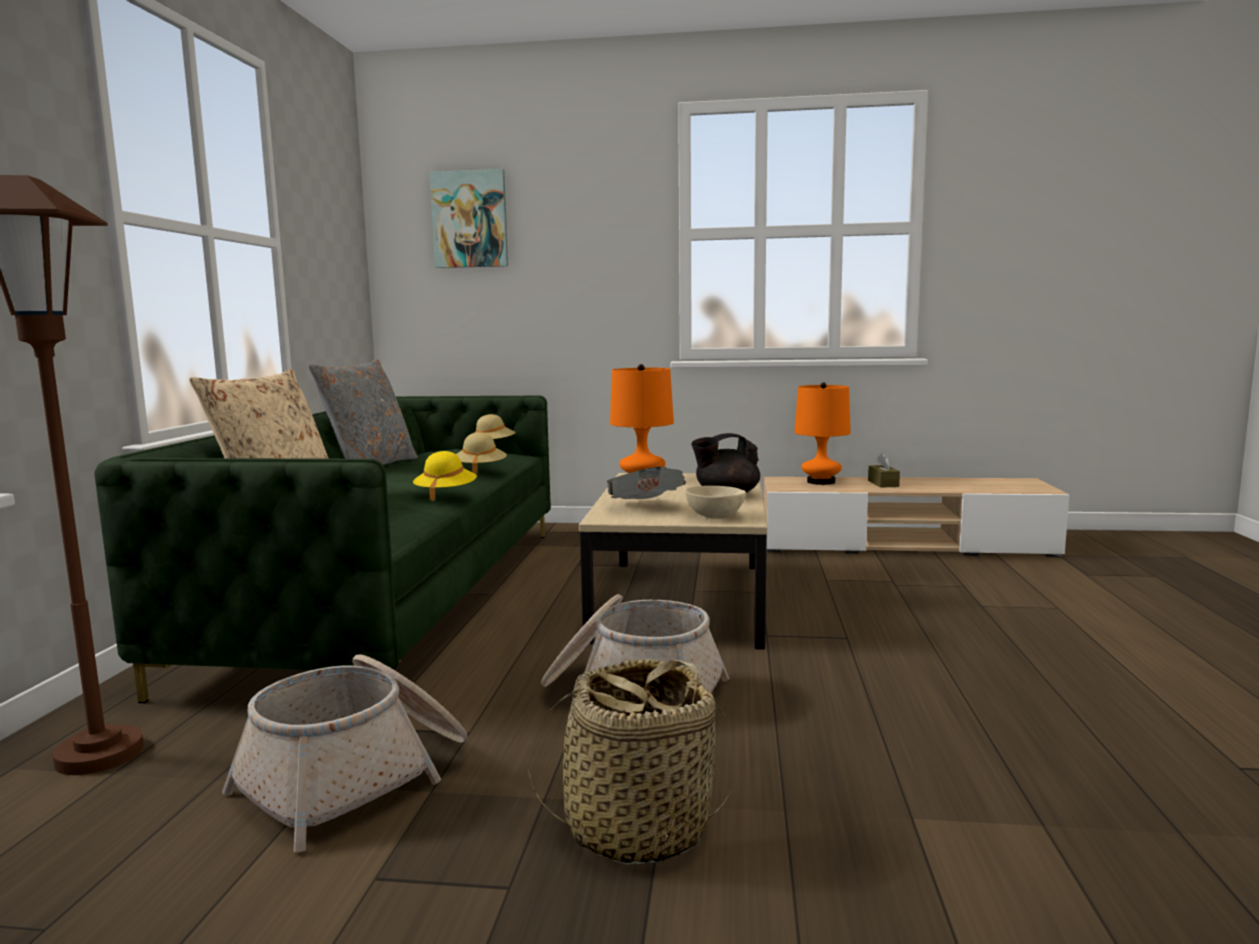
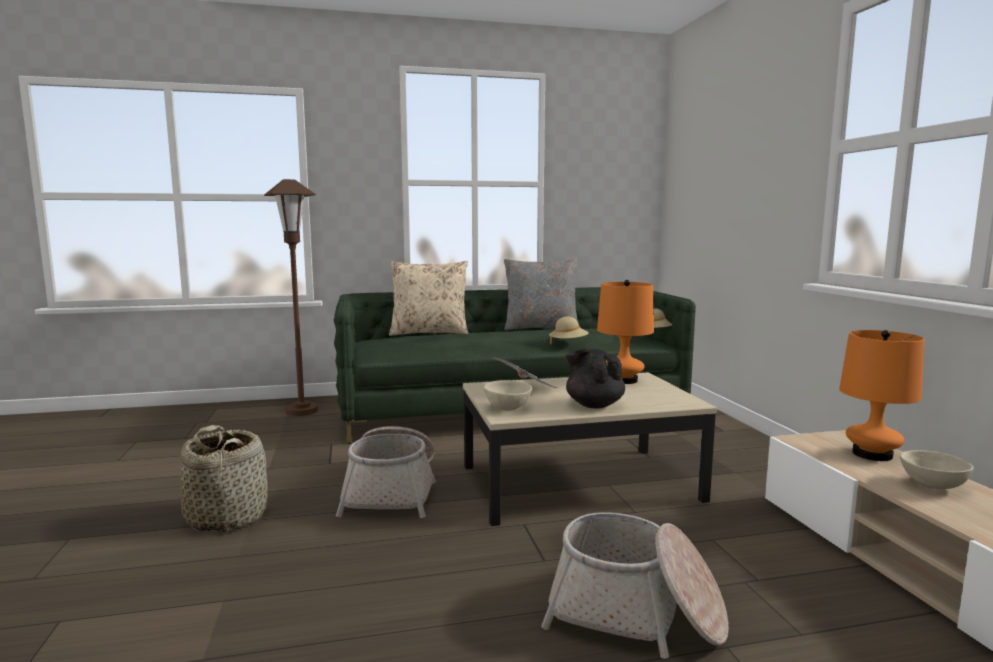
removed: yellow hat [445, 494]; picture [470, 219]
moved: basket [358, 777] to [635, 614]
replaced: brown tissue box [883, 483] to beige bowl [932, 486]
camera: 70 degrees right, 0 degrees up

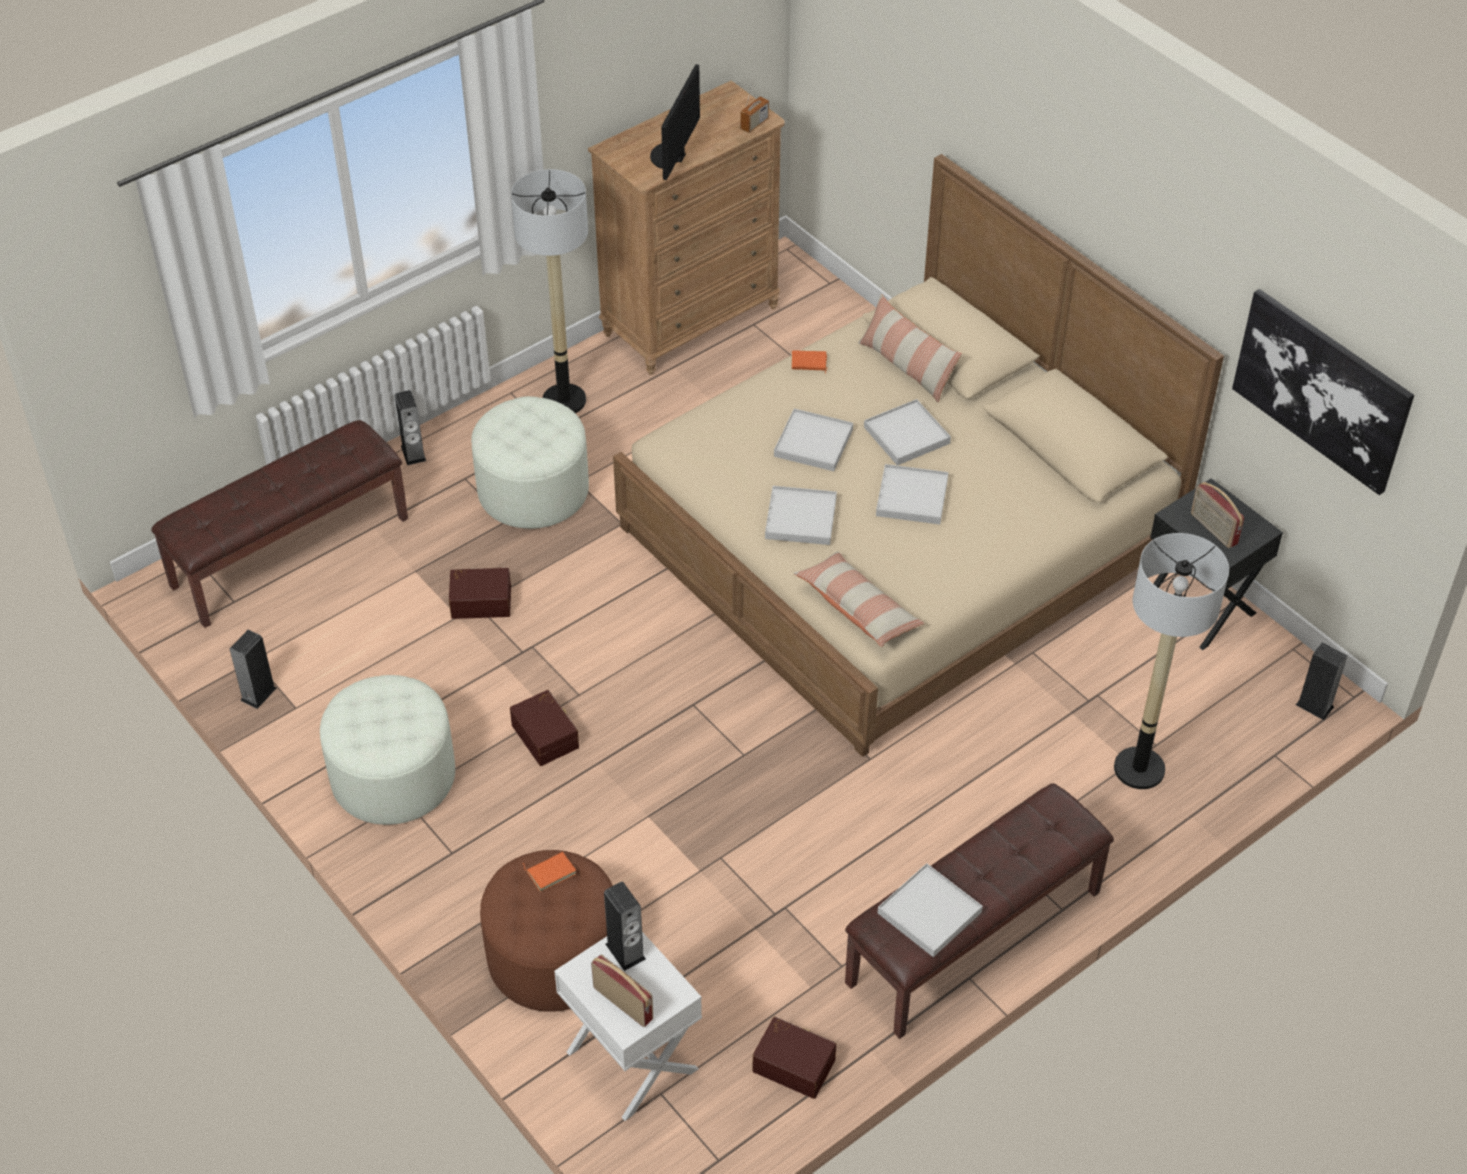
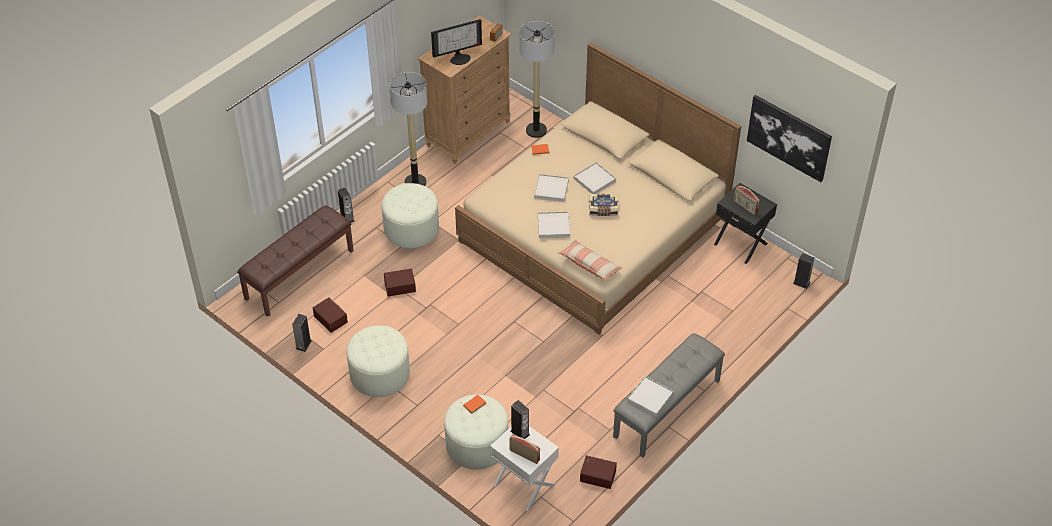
removed: pillow [907, 366]
moved: brown storage box [546, 735] to [331, 318]; floor lamp [1139, 769] to [536, 130]
replaced: white tray [911, 497] to book [603, 209]
recoloured: brown ottoman [554, 956] to white ottoman [477, 444]; brown bench [975, 938] to grey bench [667, 409]
turned: monitor [671, 156] = [459, 58] 120 degrees counterclockwise
camera: 10 degrees left, 0 degrees up

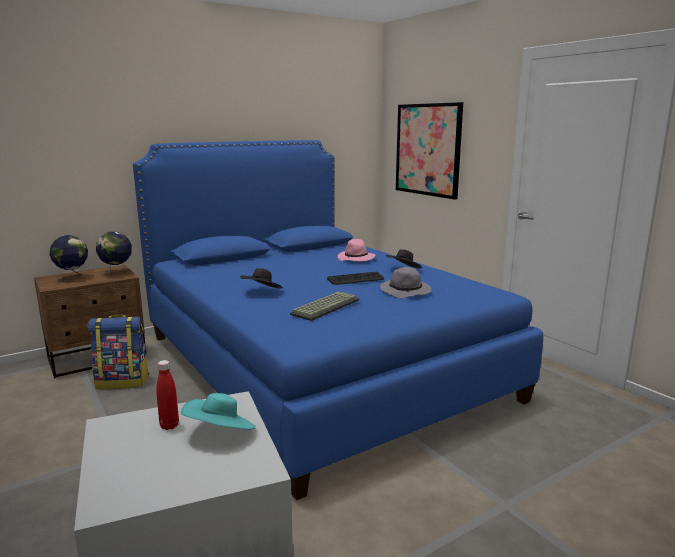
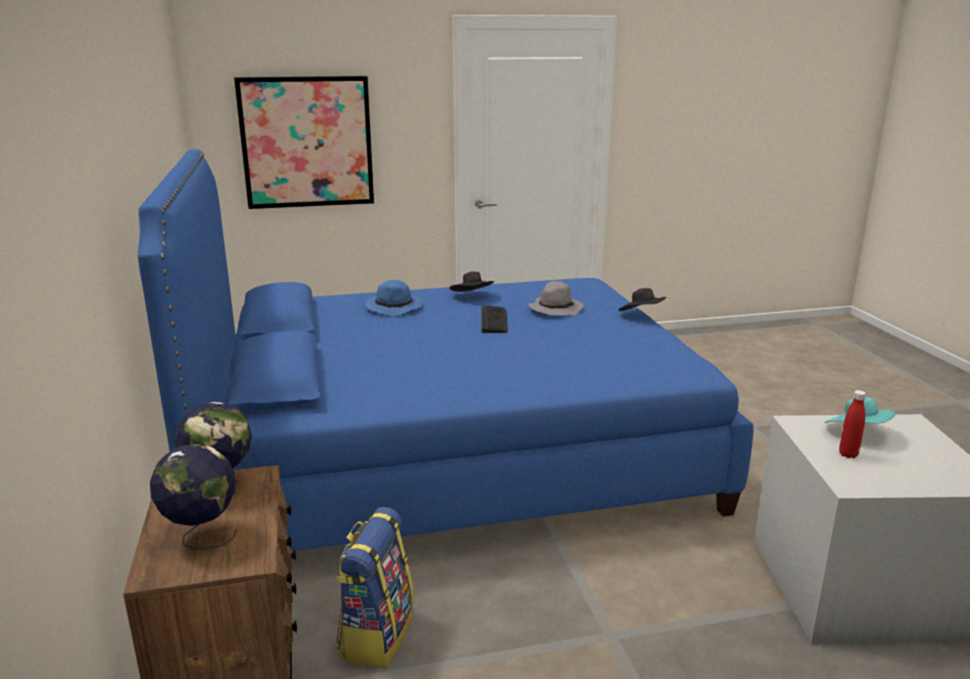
removed: keyboard [325, 306]
moved: black hat [262, 292] to [642, 315]
recoloured: pink hat [356, 259] to blue hat [395, 308]
camera: 70 degrees left, 5 degrees up

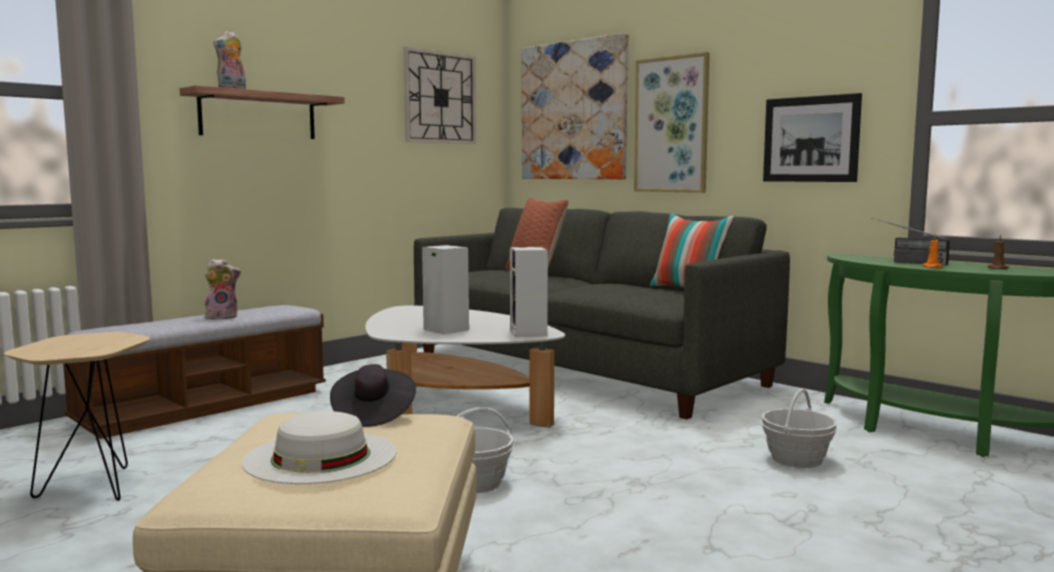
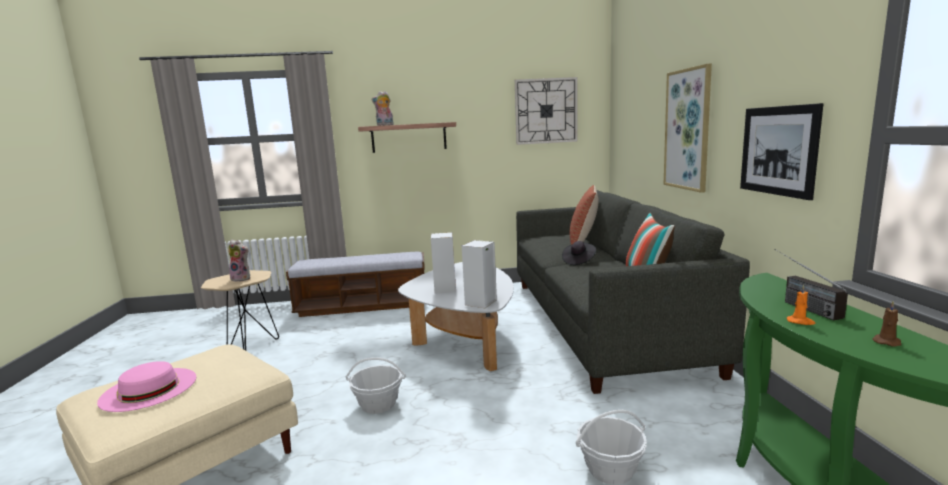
removed: picture [573, 111]
moved: plush toy [222, 317] to [242, 279]; black hat [372, 415] to [578, 261]
recoloured: white hat [321, 456] to pink hat [149, 389]
camera: 40 degrees right, 5 degrees up

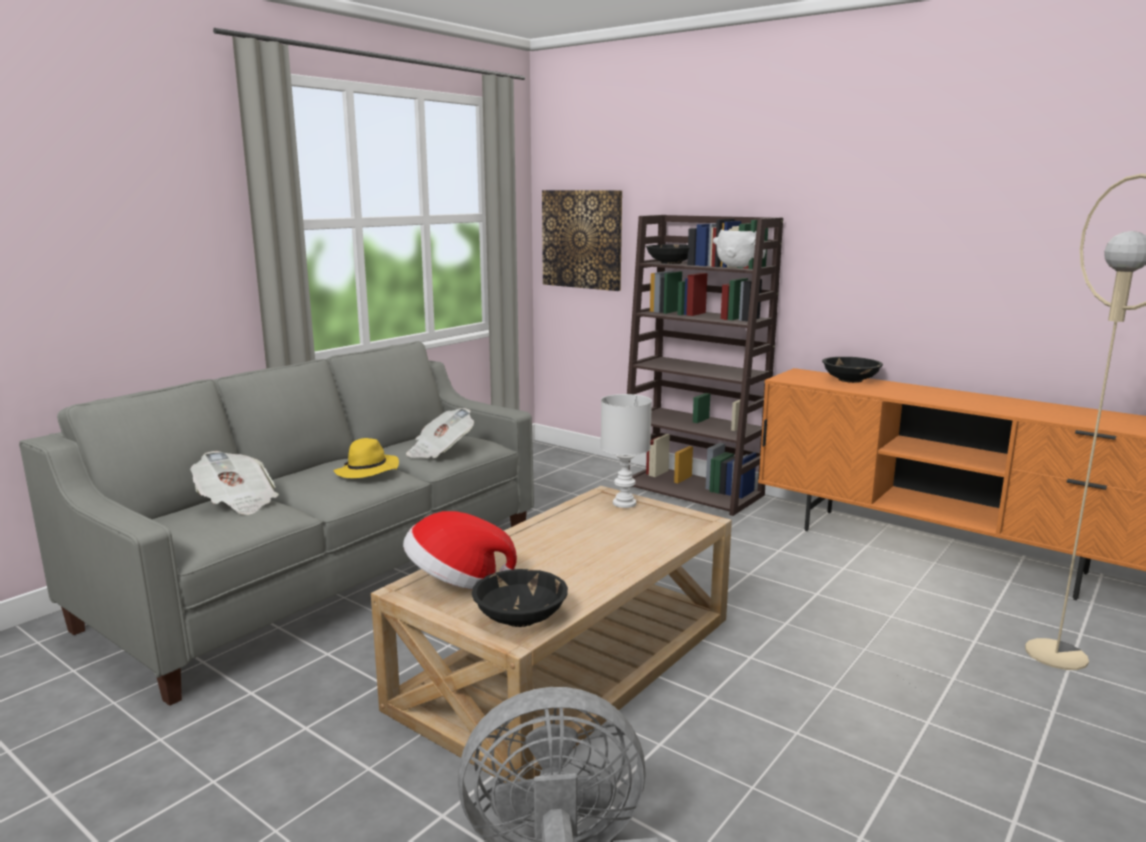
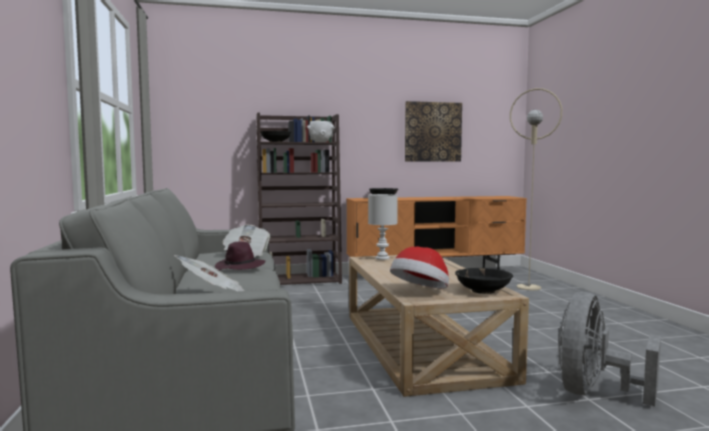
moved: picture [582, 239] to [433, 132]
recoloured: yellow hat [367, 471] to purple hat [240, 267]
camera: 50 degrees left, 10 degrees down

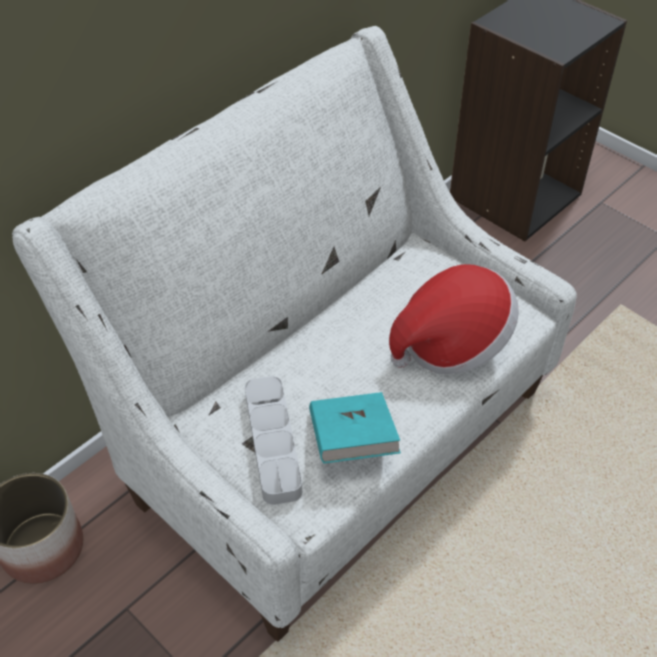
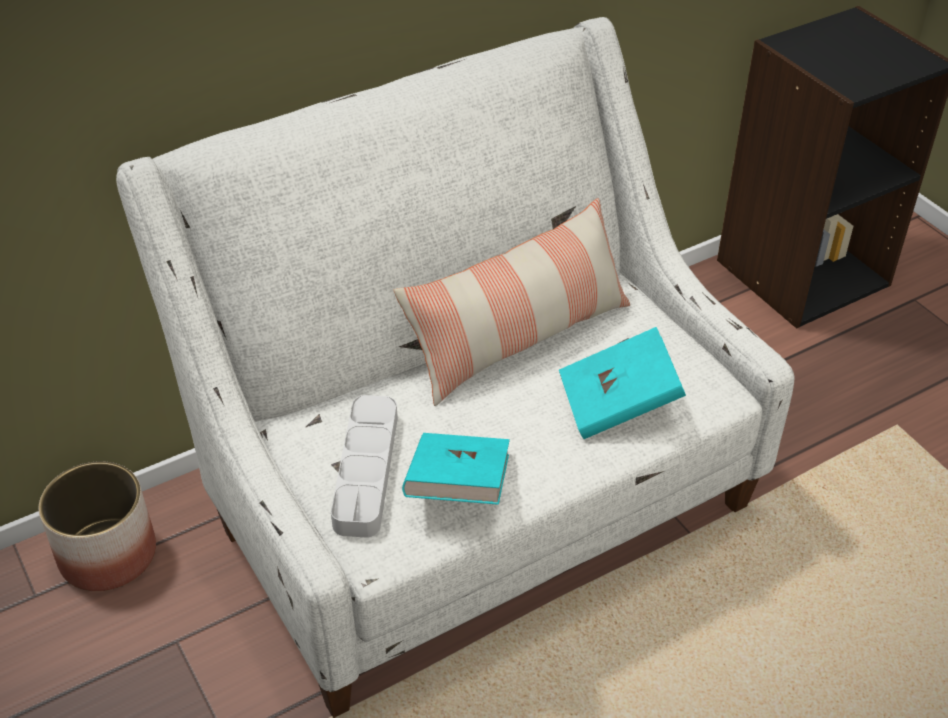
added: pillow [519, 339]
replaced: hat [451, 343] to turquoise book [618, 404]
camera: 15 degrees right, 5 degrees down

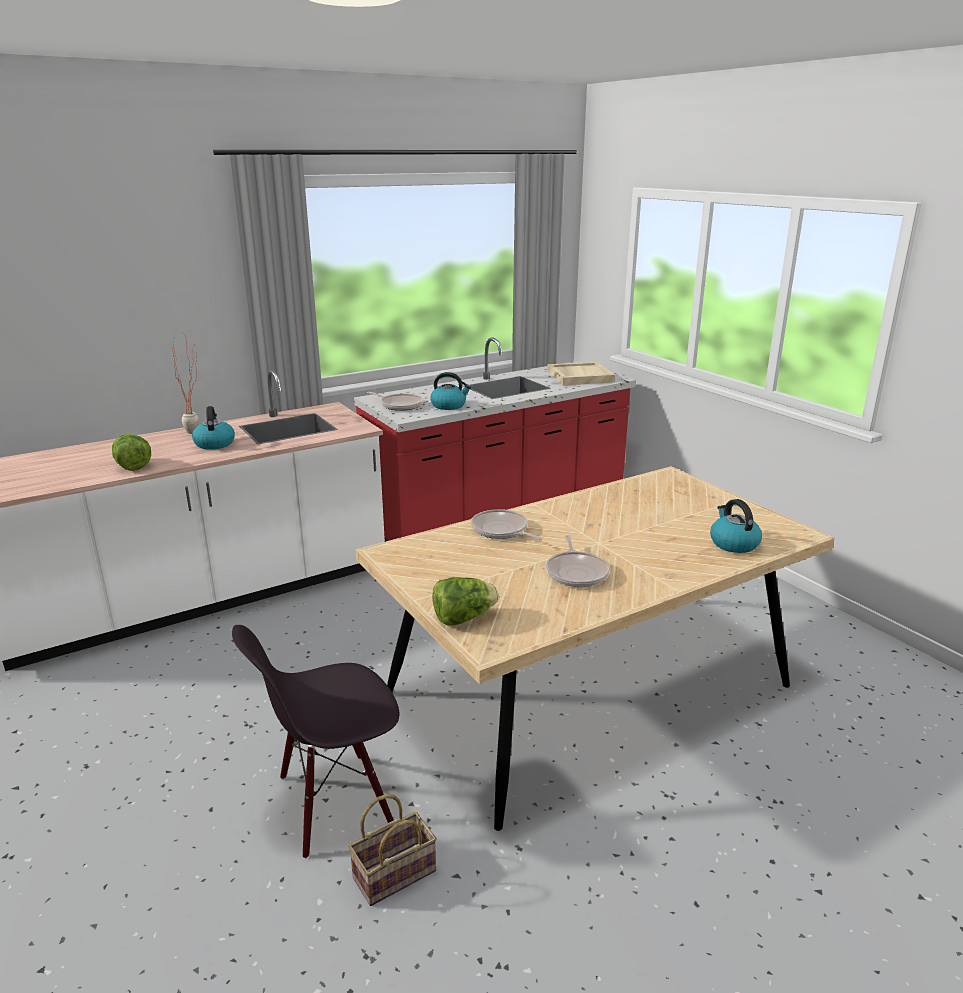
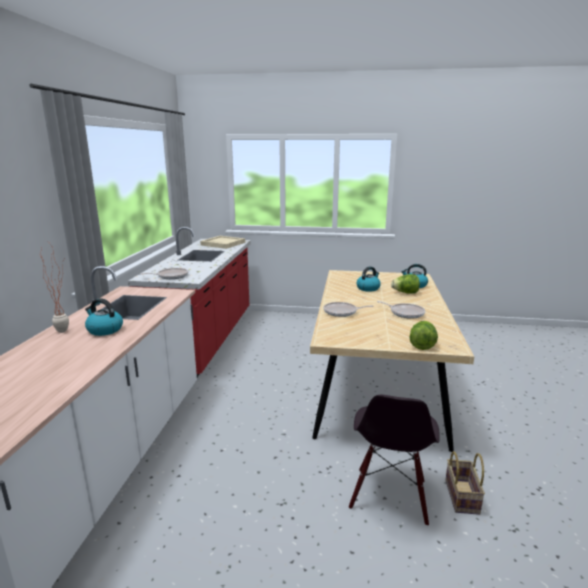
moved: lettuce [132, 466] to [405, 293]; kettle [449, 405] to [368, 288]
camera: 50 degrees left, 5 degrees down

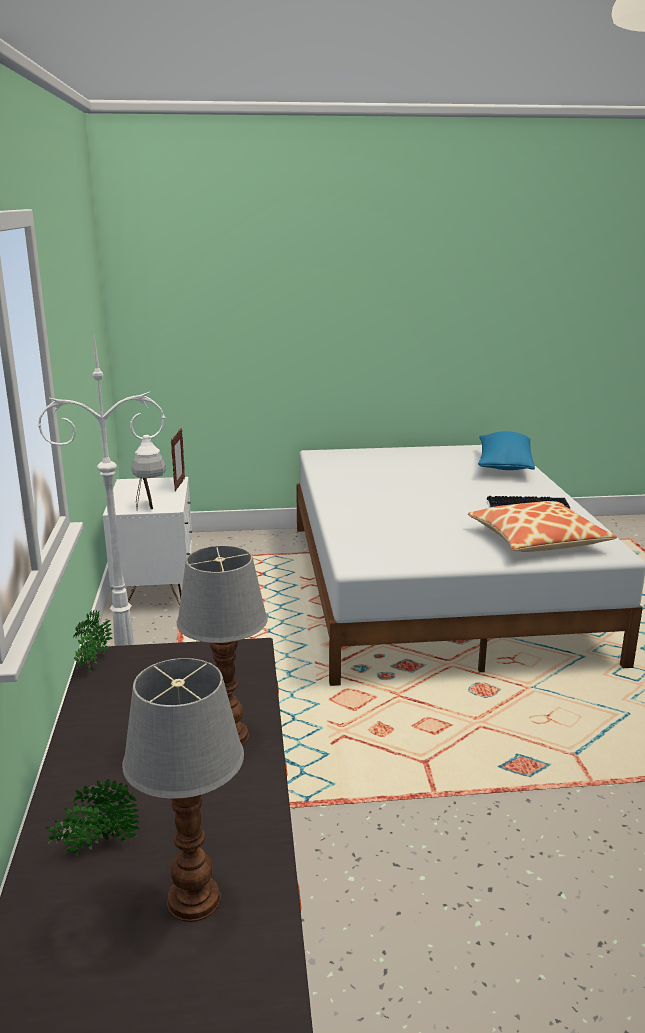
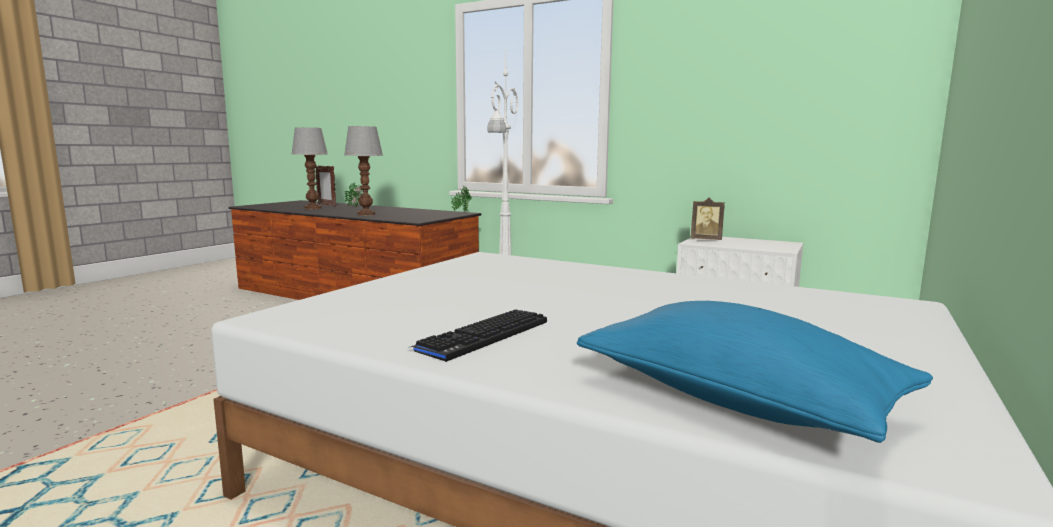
removed: pillow [537, 540]
moved: picture frame [179, 485] to [326, 205]
camera: 125 degrees right, 10 degrees down

